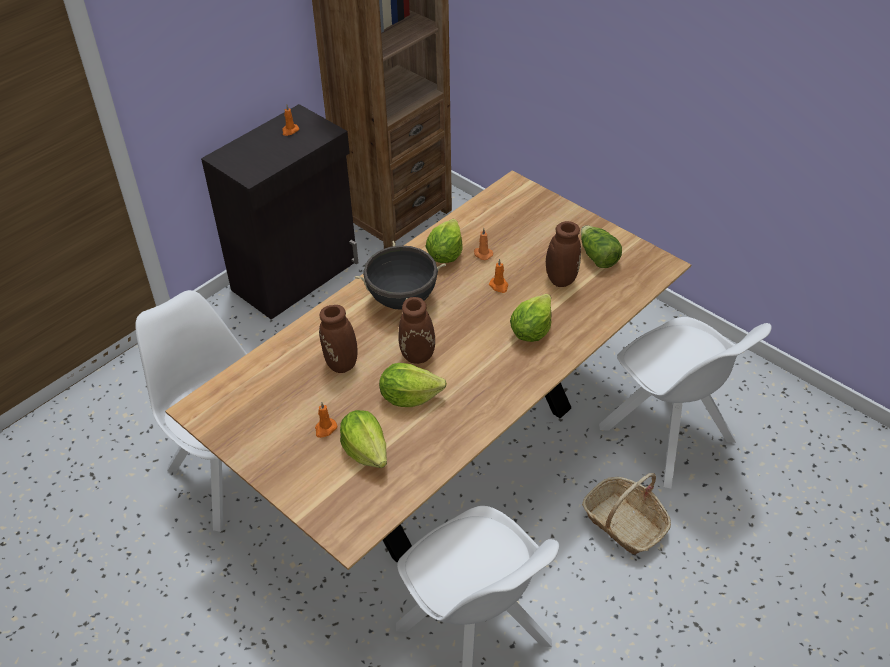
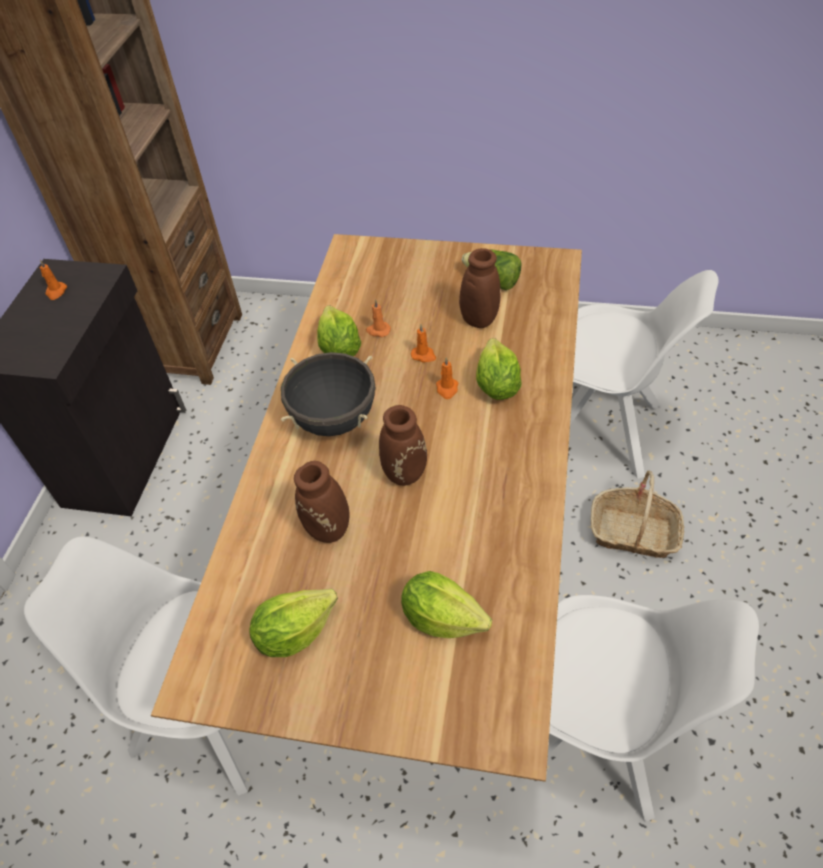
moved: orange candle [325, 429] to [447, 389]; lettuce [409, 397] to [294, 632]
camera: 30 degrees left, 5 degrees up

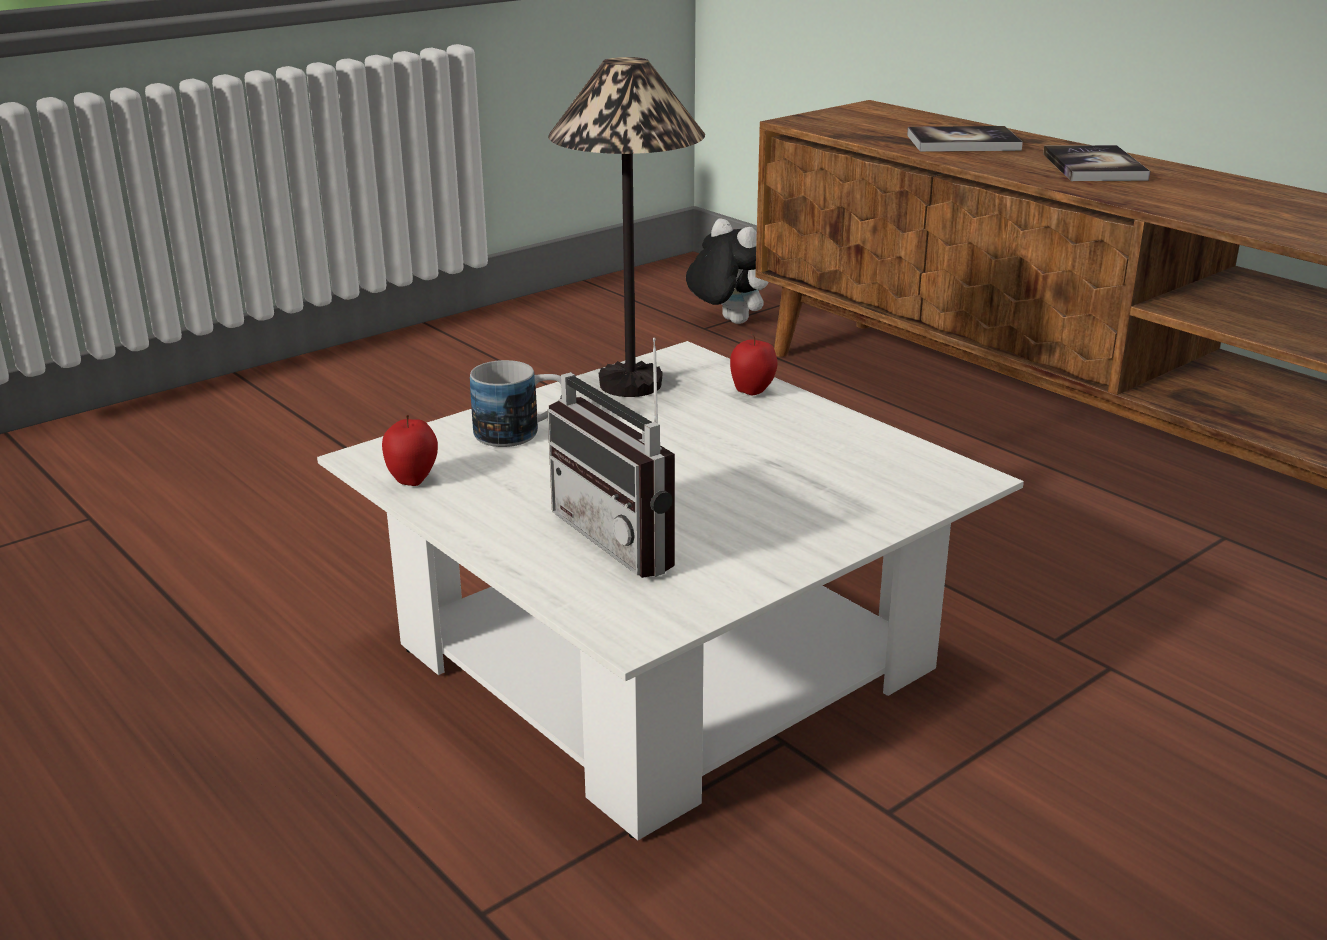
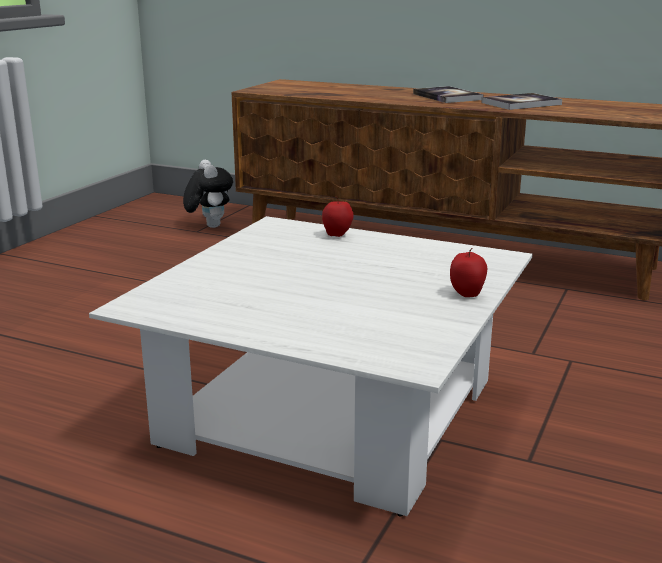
removed: mug [521, 433]; radio [630, 538]; table lamp [631, 384]
moved: apple [413, 480] to [467, 294]; book [963, 142] to [521, 103]
turned: plush toy [729, 321] = [209, 226] 45 degrees clockwise
camera: 25 degrees left, 5 degrees down

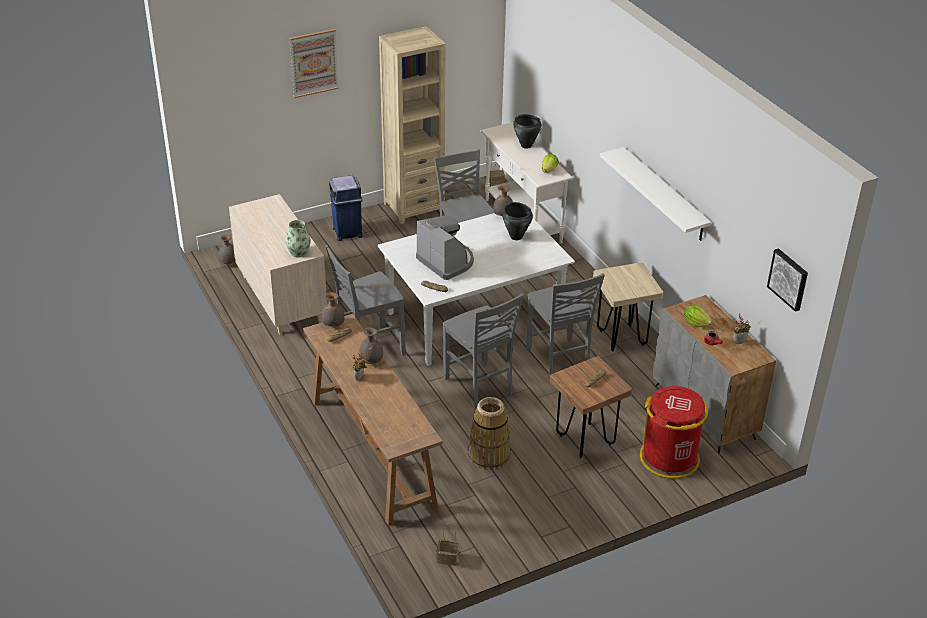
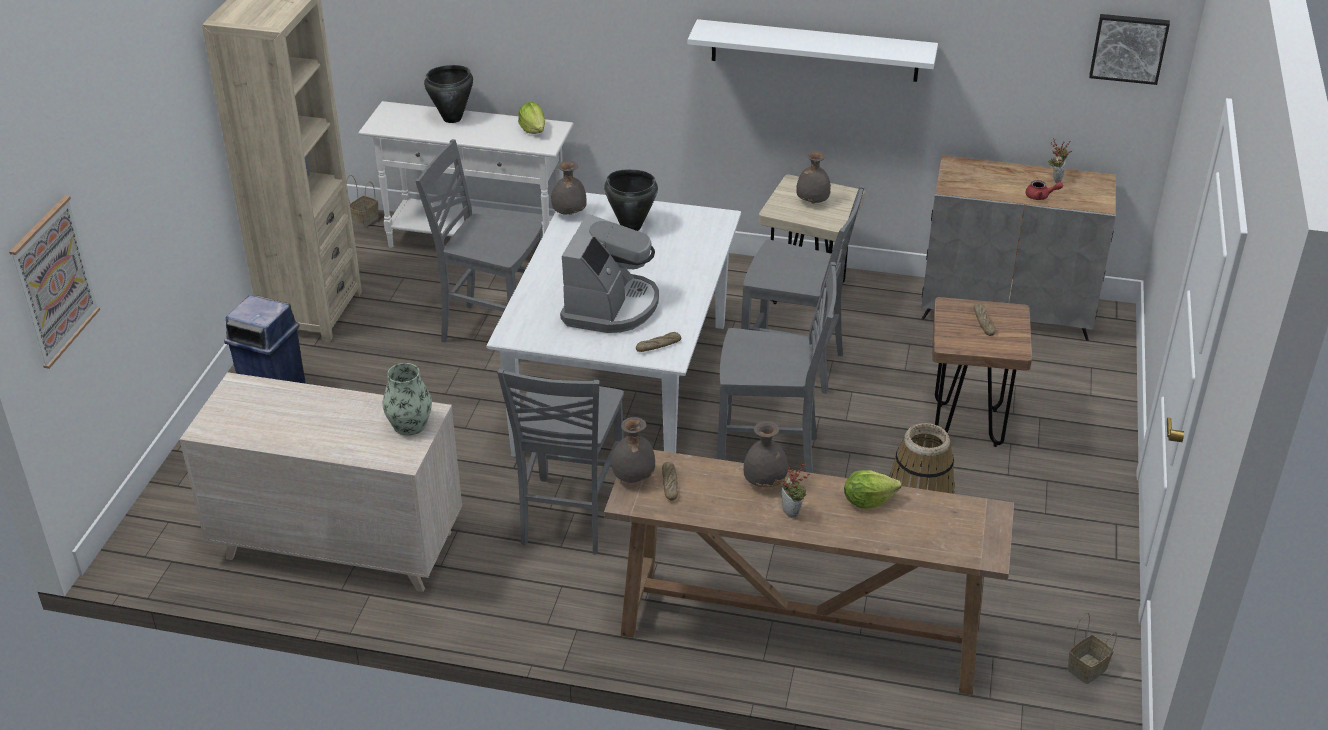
removed: red trash can [669, 458]
moved: grey vase [229, 262] to [812, 201]; picture [314, 63] to [54, 281]; lettuce [696, 323] to [867, 501]
turned: coffee machine [446, 261] = [611, 306] 105 degrees clockwise
camera: 50 degrees left, 0 degrees up

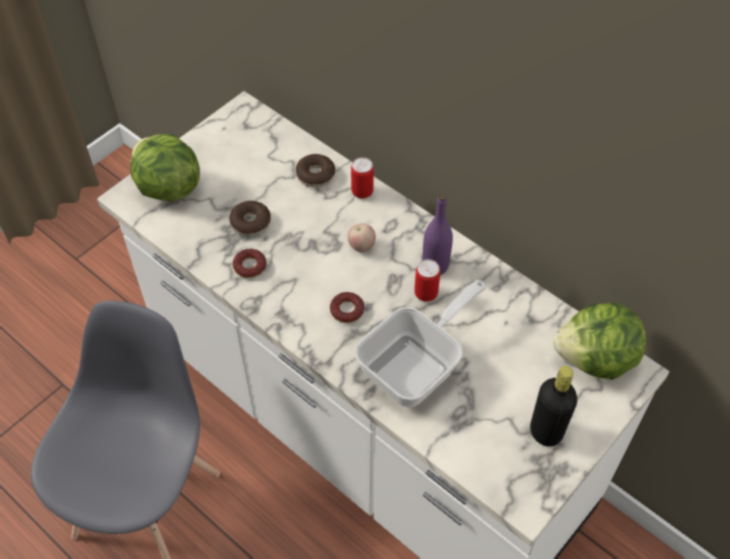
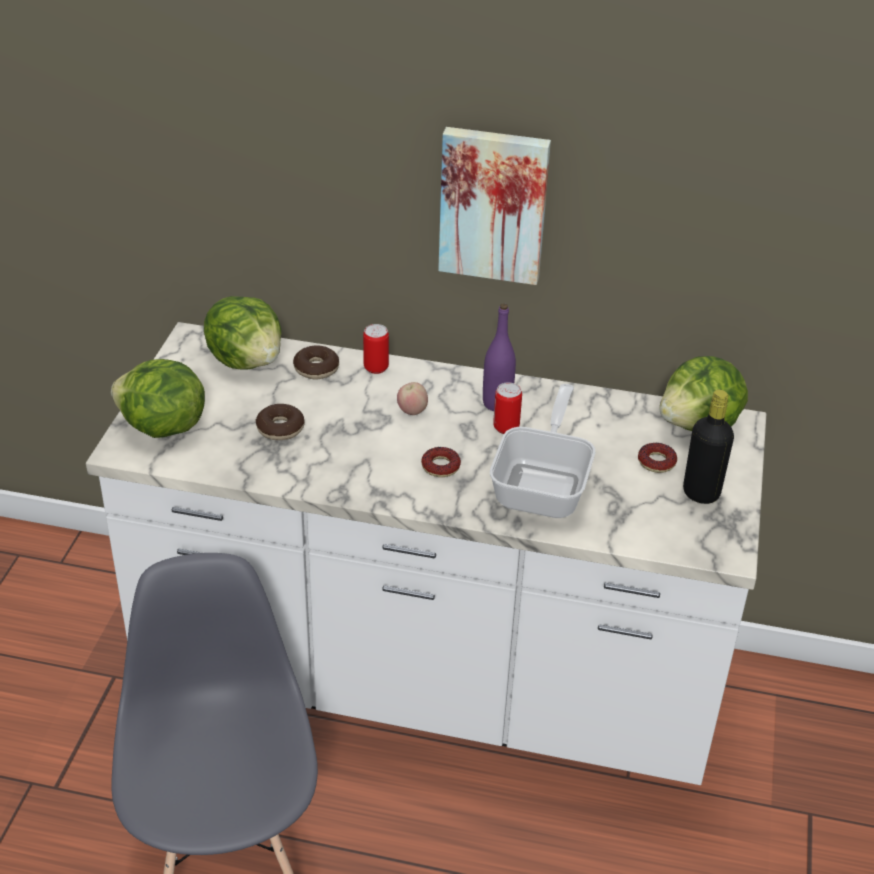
added: lettuce [247, 360]; picture [493, 204]
moved: donut [250, 266] to [656, 462]
camera: 30 degrees left, 15 degrees down

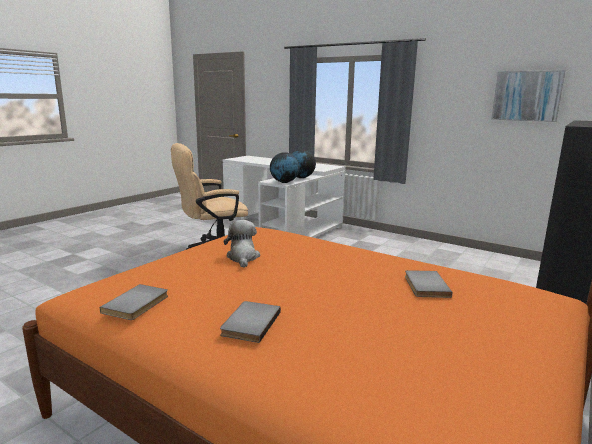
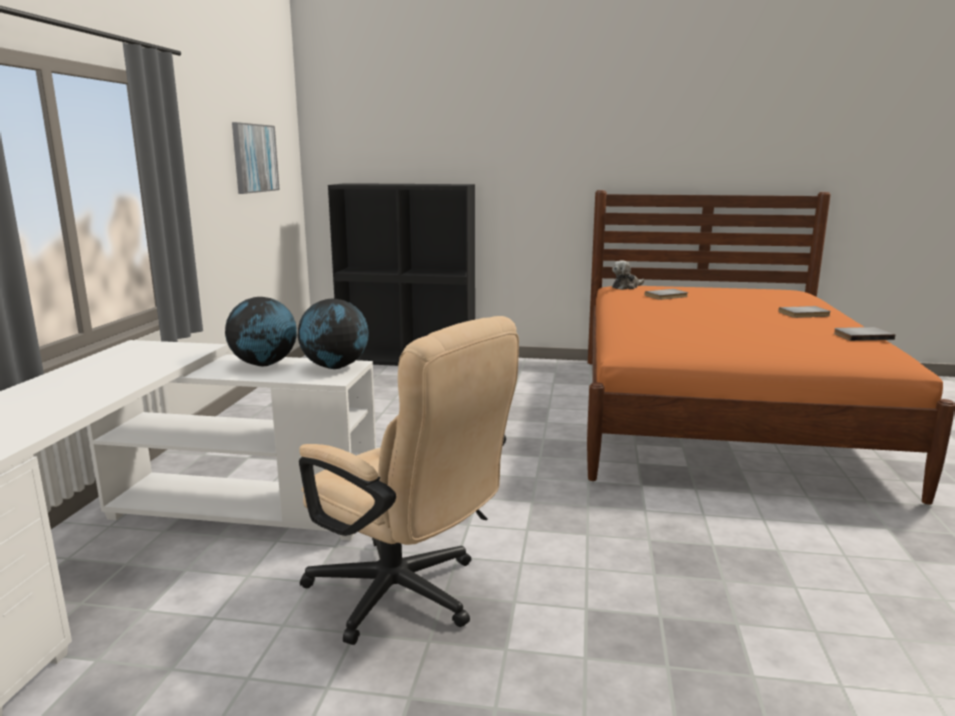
moved: plush toy [243, 257] to [626, 287]
camera: 115 degrees left, 0 degrees up

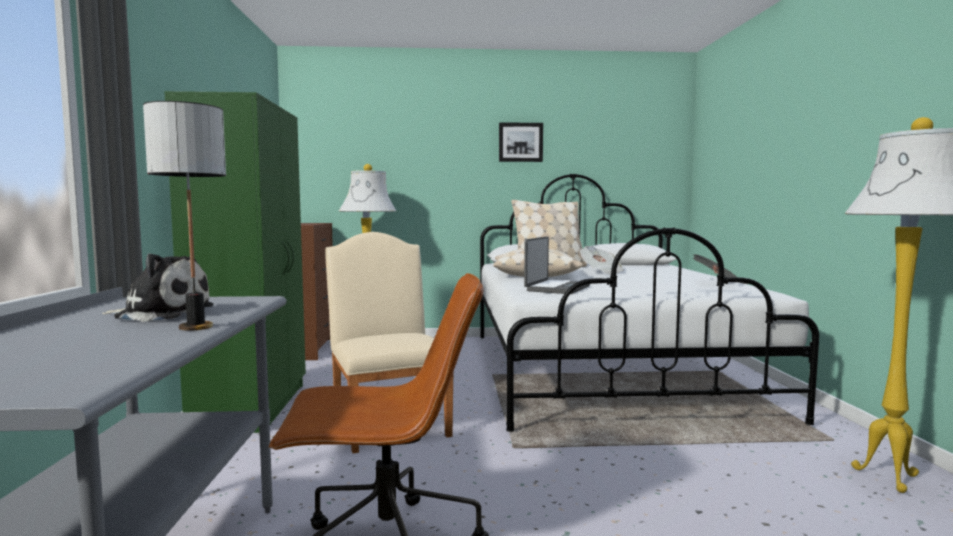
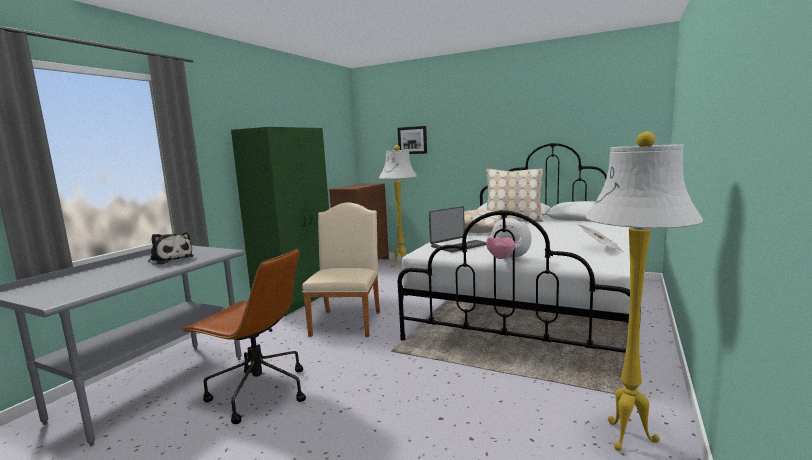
removed: table lamp [195, 327]; newspaper [601, 272]
added: plush toy [507, 260]
moved: picture [520, 142] to [412, 140]
camera: 30 degrees right, 5 degrees up

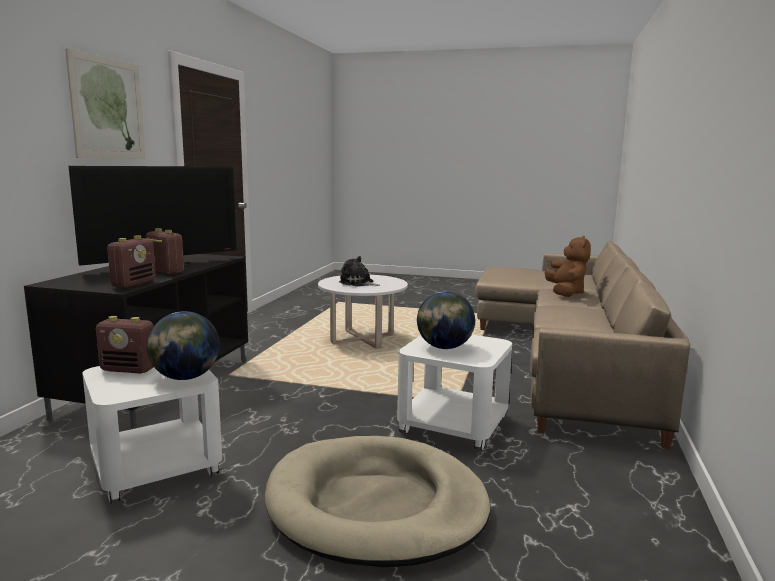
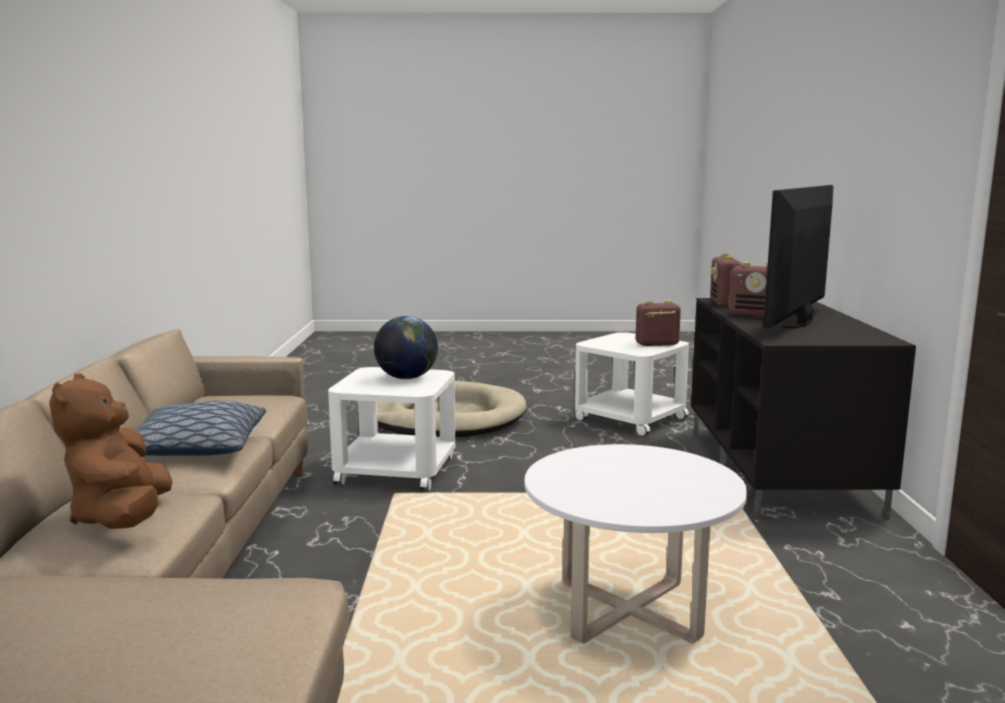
removed: picture [108, 108]; globe [185, 377]; plush toy [358, 283]
added: pillow [195, 448]
camera: 165 degrees right, 0 degrees up

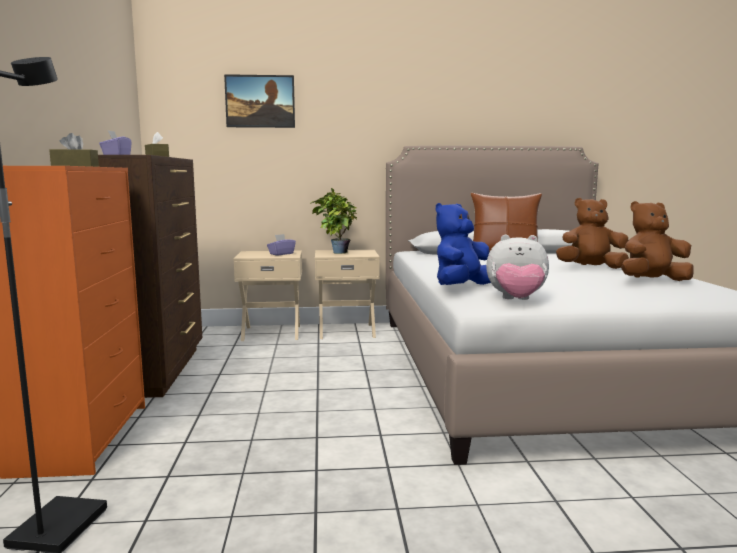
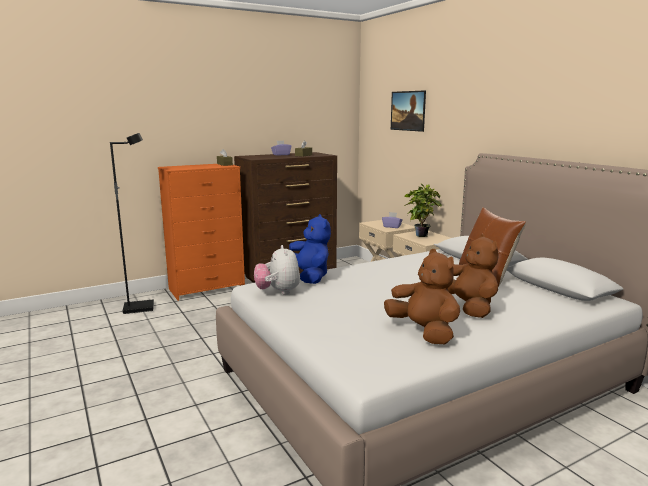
turned: blue plush toy [462, 288] = [309, 277] 45 degrees clockwise
camera: 65 degrees right, 5 degrees up

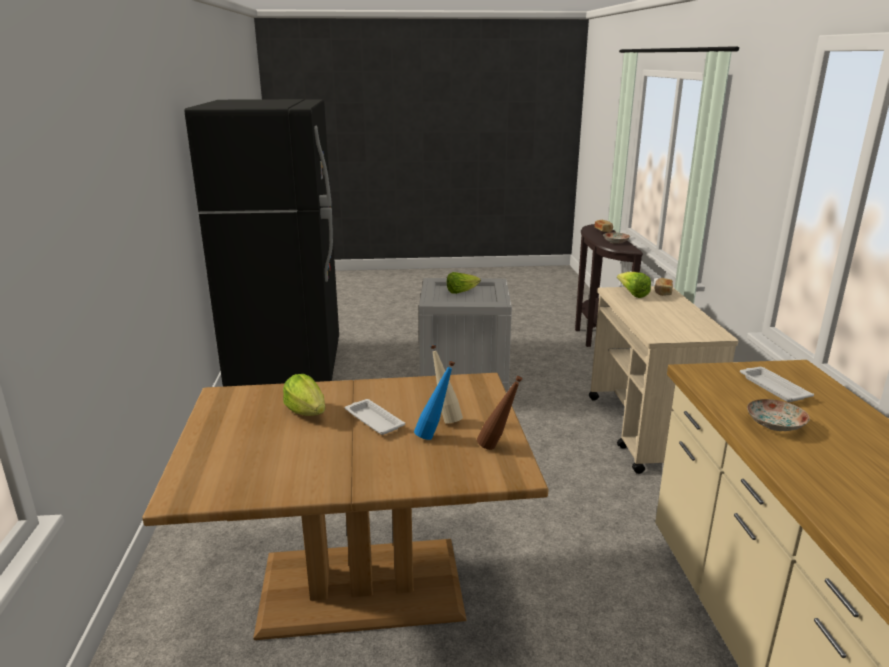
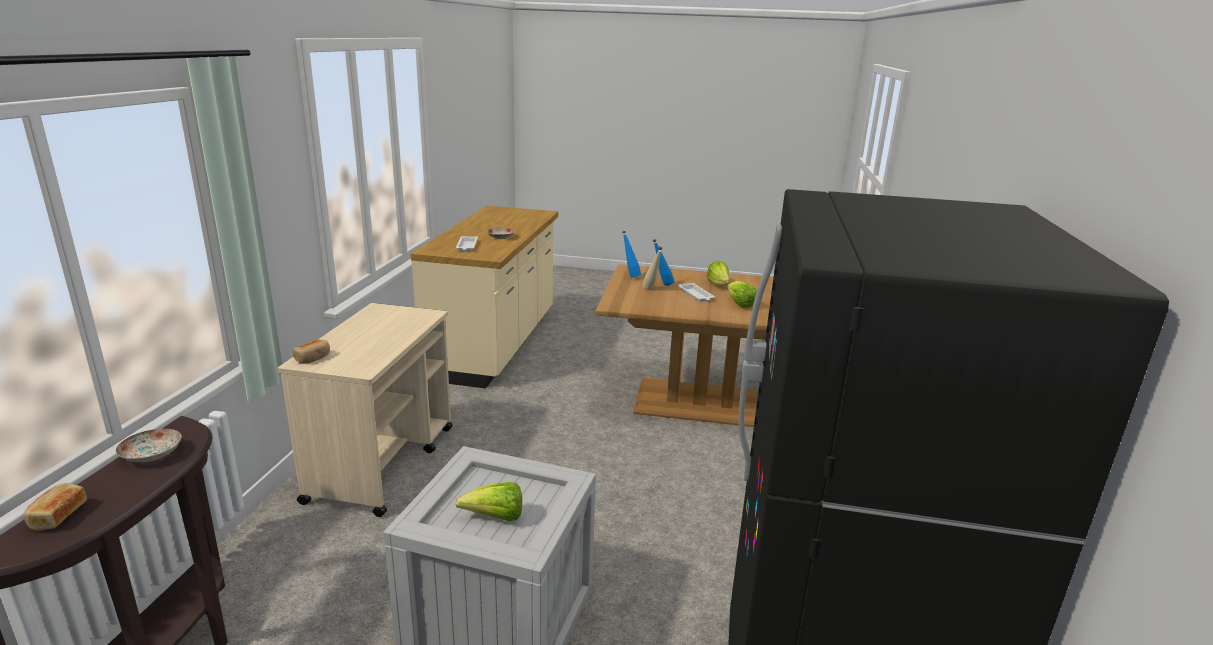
moved: lettuce [632, 294] to [719, 285]
recoloured: brown bottle [497, 447] to blue bottle [630, 276]
camera: 165 degrees left, 0 degrees up

